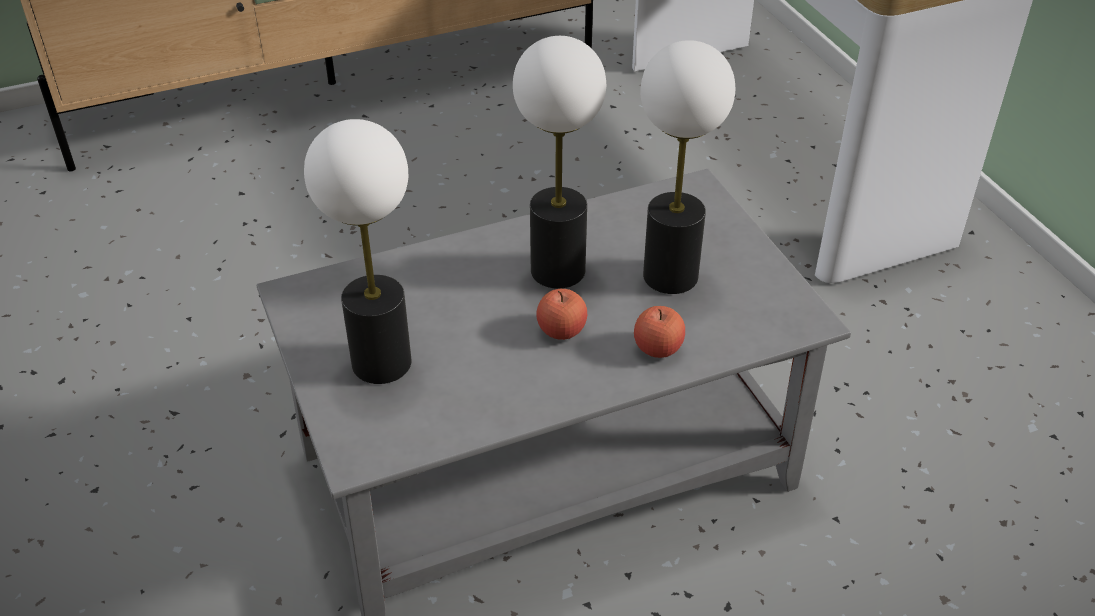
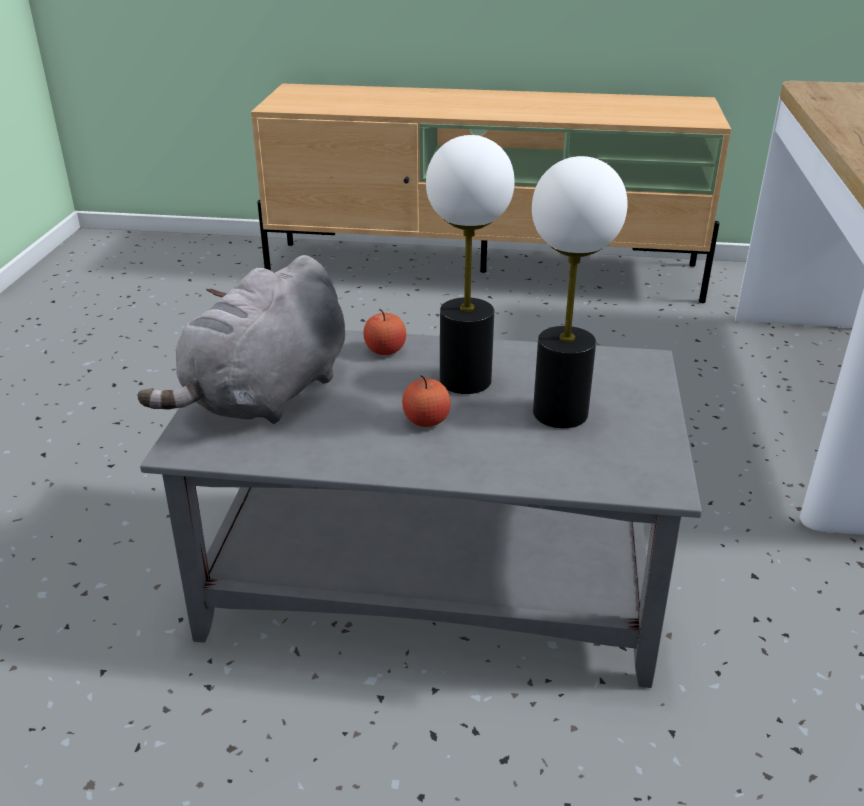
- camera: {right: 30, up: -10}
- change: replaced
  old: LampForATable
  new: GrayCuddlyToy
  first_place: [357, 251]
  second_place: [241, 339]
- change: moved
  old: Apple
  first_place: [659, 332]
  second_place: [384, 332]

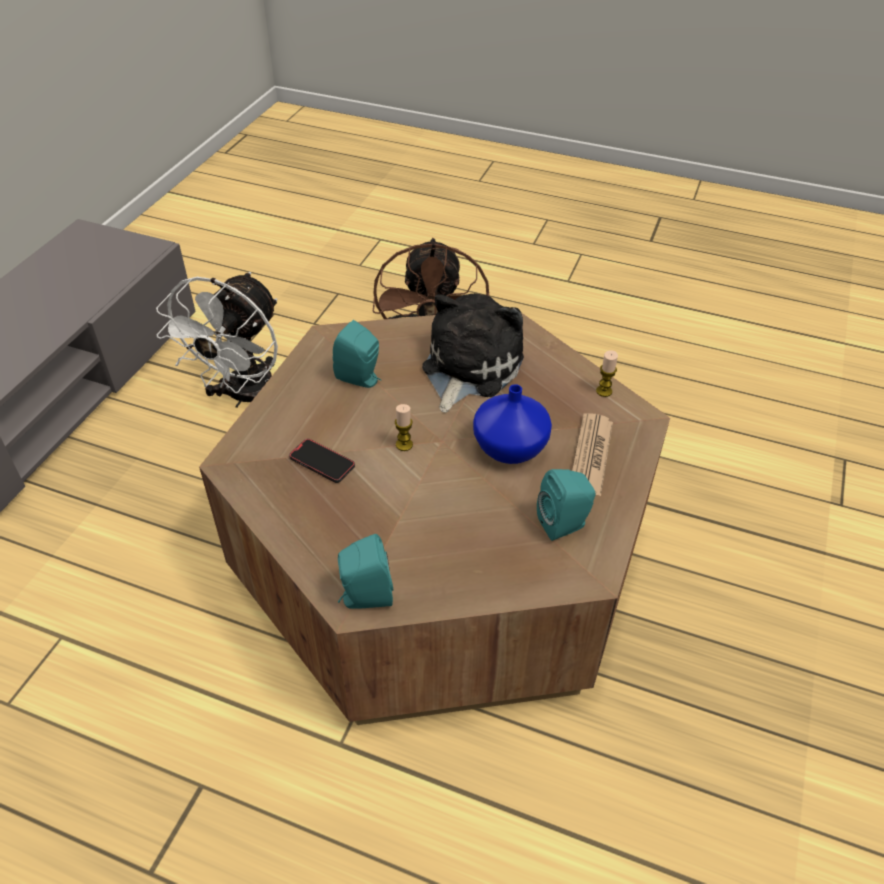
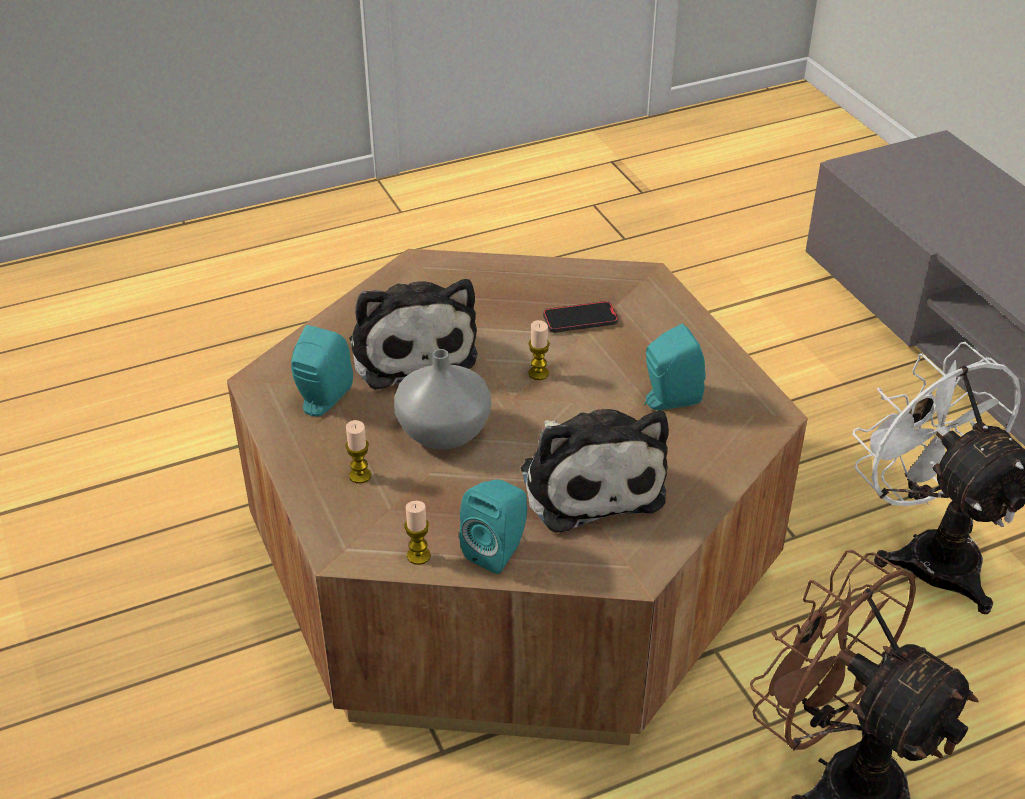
- camera: {right: 135, up: -5}
- change: replaced
  old: DailyPaper
  new: Candle
  first_place: [592, 454]
  second_place: [358, 452]
- change: added
  new: CuddlyToy
  second_place: [413, 334]
- change: recoloured
  old: BlueFlowerVase
  new: GrayFlowerVase
  first_place: [512, 424]
  second_place: [442, 399]
- change: moved
  old: TurquoiseColouredAudioSpeaker
  first_place: [366, 571]
  second_place: [493, 526]

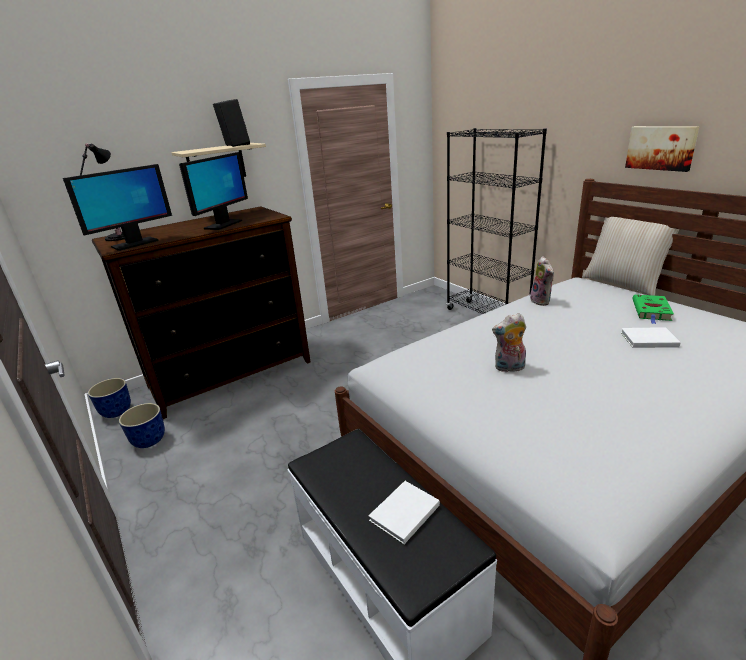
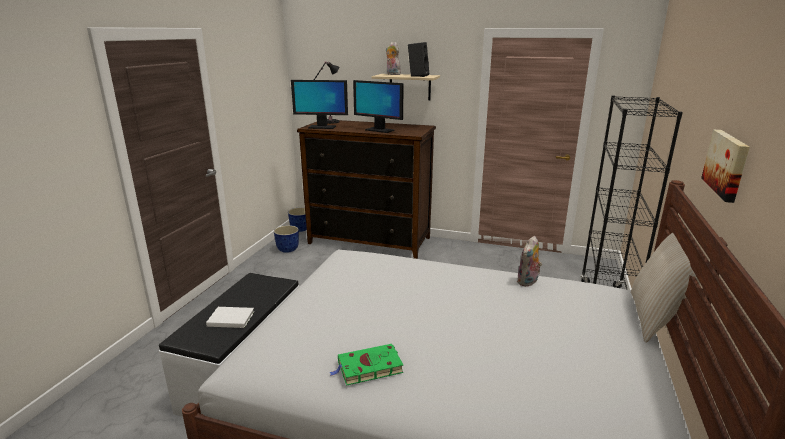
- camera: {right: 50, up: -5}
- change: moved
  old: GreenColouredVolume
  first_place: [653, 309]
  second_place: [366, 365]
- change: turned
  old: ComputerDisplay
  first_place: [213, 191]
  second_place: [378, 106]
  degrees: 45
- change: moved
  old: CuddlyToy
  first_place: [509, 343]
  second_place: [393, 58]
- change: removed
  old: WhiteVolume
  first_place: [651, 337]

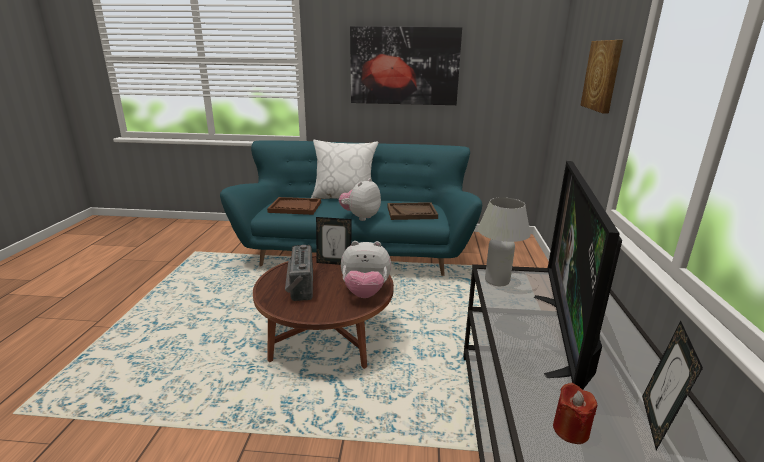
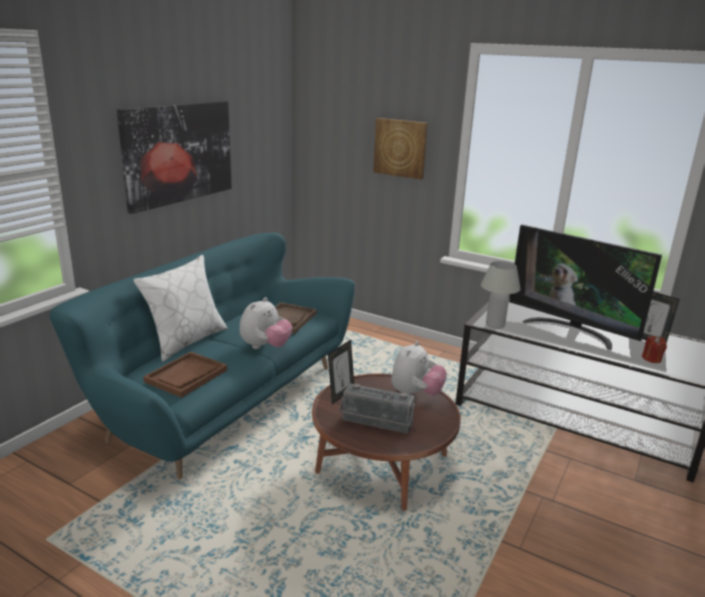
- camera: {right: -65, up: 0}
- change: turned
  old: CuddlyToy
  first_place: [360, 199]
  second_place: [266, 323]
  degrees: -120

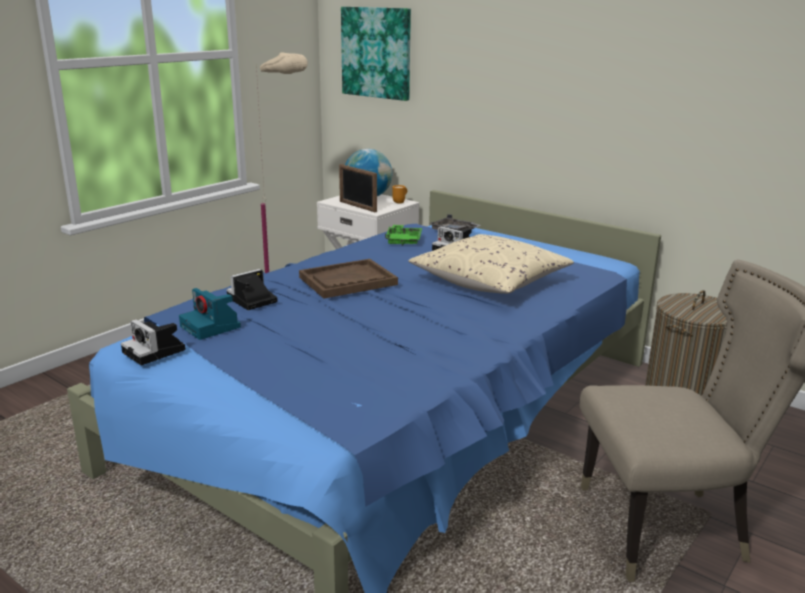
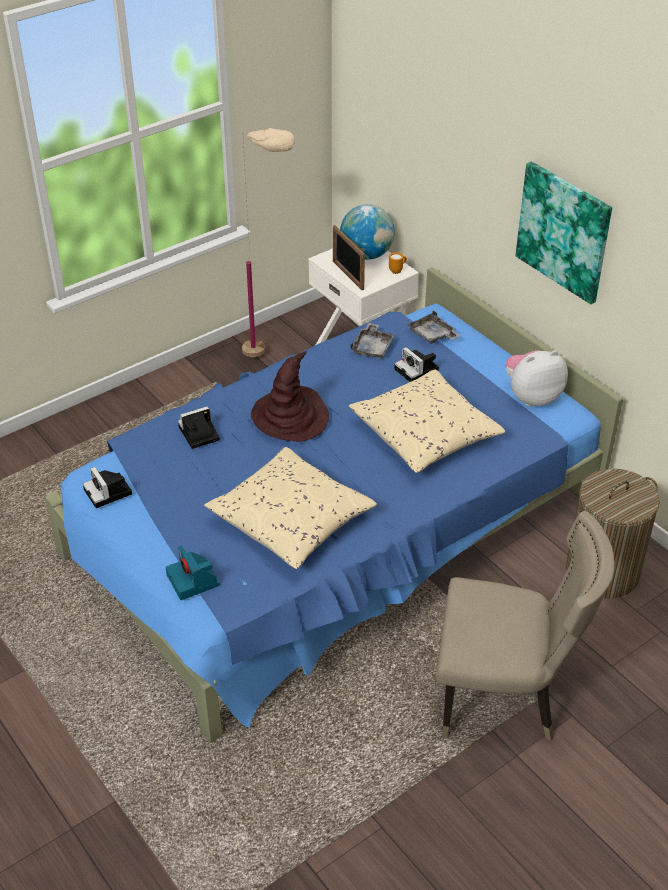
- camera: {right: 15, up: 20}
- change: moved
  old: StillCamera
  first_place: [210, 314]
  second_place: [193, 573]
- change: added
  new: BeigeColouredThrowPillow
  second_place: [290, 508]
- change: replaced
  old: BrownishCarryingTray
  new: BrownishClothingHat
  first_place: [348, 279]
  second_place: [290, 396]
- change: recoloured
  old: GreenColouredCarryingTray
  new: GrayCarryingTray
  first_place: [403, 235]
  second_place: [372, 340]
- change: added
  new: CuddlyToy
  second_place: [537, 378]
- change: moved
  old: WallArt
  first_place: [376, 54]
  second_place: [564, 232]

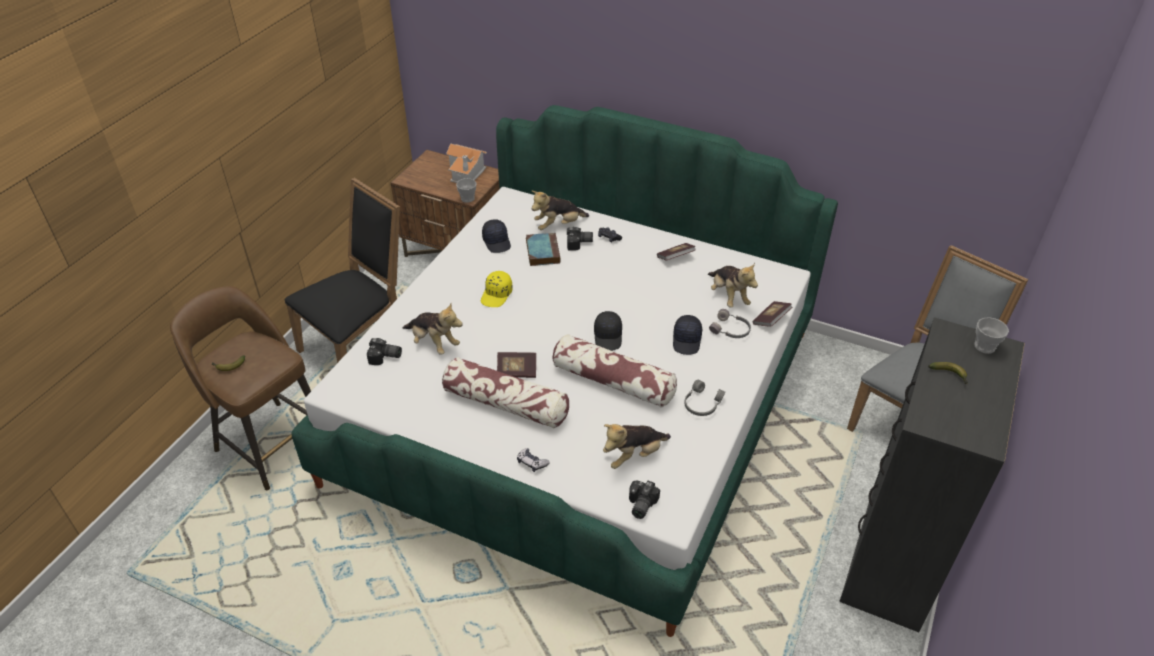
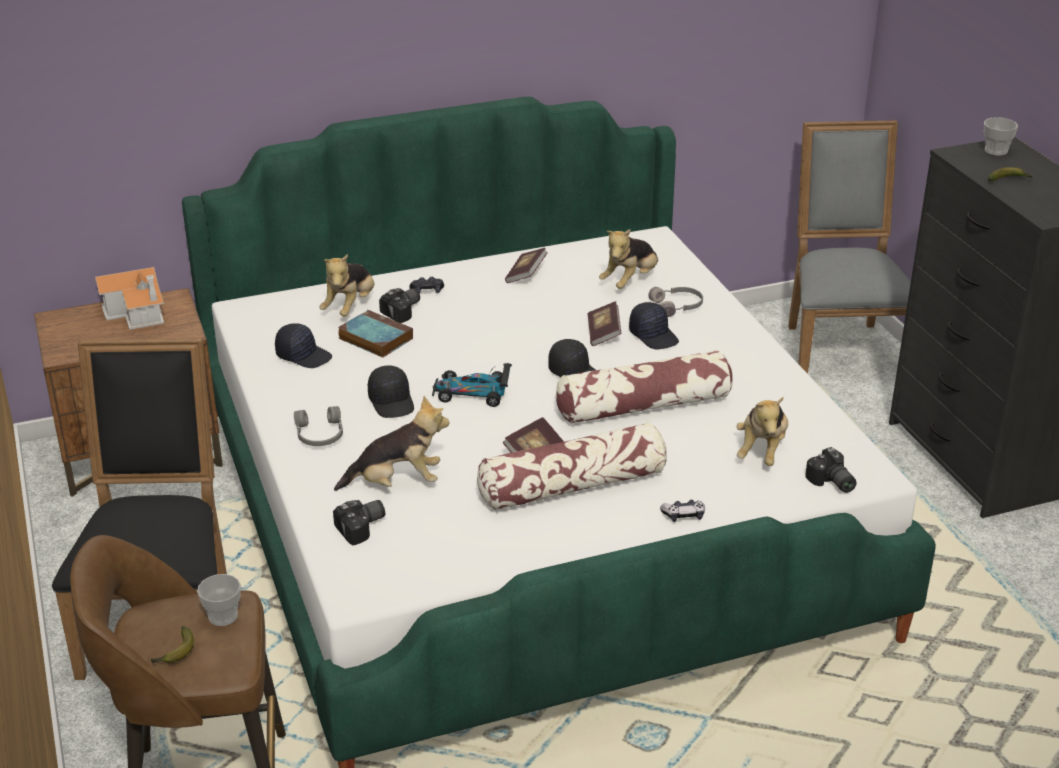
- camera: {right: -45, up: -10}
- change: moved
  old: SmallCup
  first_place: [466, 190]
  second_place: [219, 600]
- change: moved
  old: GrayHeadset
  first_place: [704, 398]
  second_place: [318, 426]
- change: recoloured
  old: YellowishPeakedCap
  new: BlackPeakedCap
  first_place: [497, 289]
  second_place: [391, 391]
- change: added
  new: ToyCar
  second_place: [472, 385]
- change: moved
  old: Volume
  first_place: [772, 314]
  second_place: [604, 323]
- change: turned
  old: CuddlyToy
  first_place: [733, 285]
  second_place: [628, 259]
  degrees: 105

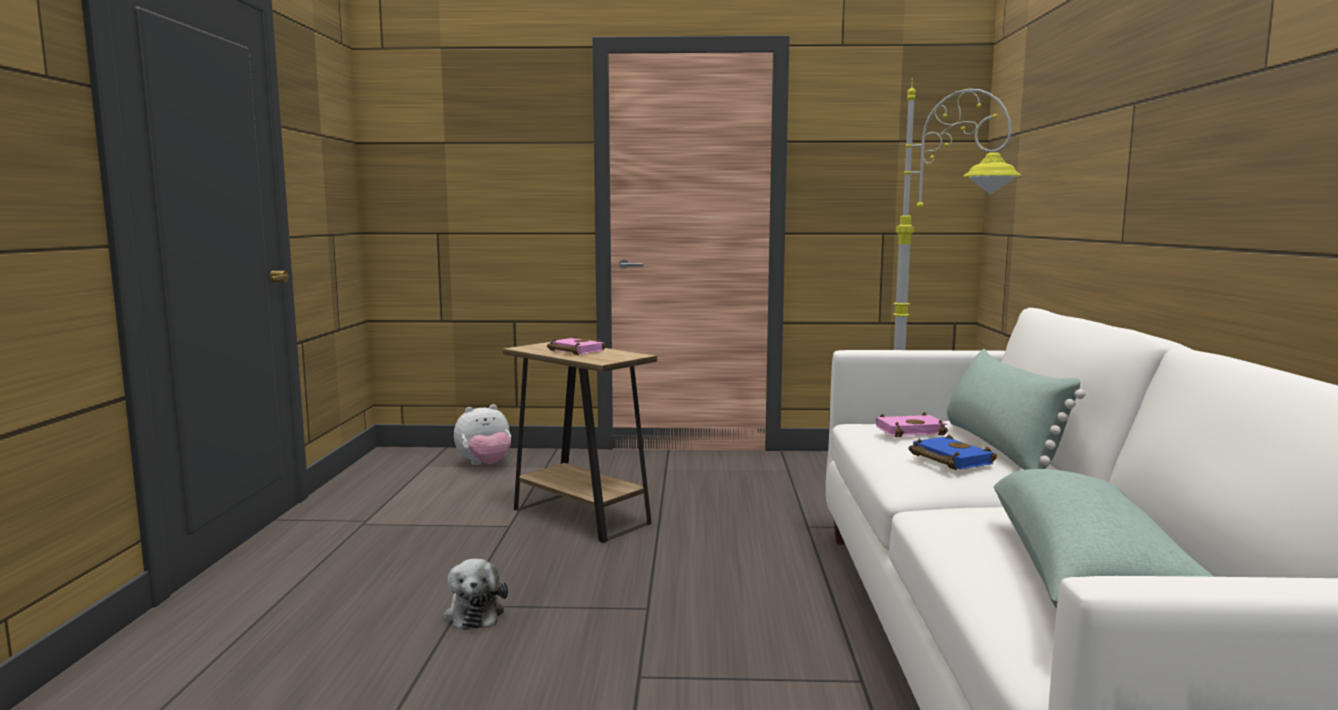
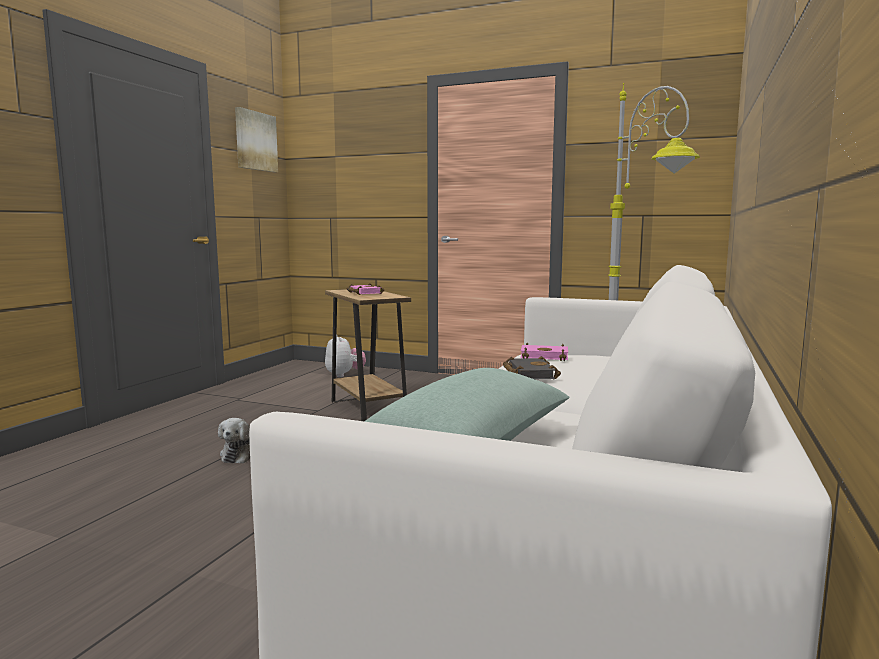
- camera: {right: 20, up: 0}
- change: added
  new: WallArt
  second_place: [256, 139]
- change: turned
  old: CuddlyToy
  first_place: [482, 434]
  second_place: [345, 356]
  degrees: -105
- change: recoloured
  old: BlueVolume
  new: BlackVolume
  first_place: [952, 452]
  second_place: [532, 368]
- change: removed
  old: GreenColouredThrowPillow
  first_place: [1016, 409]

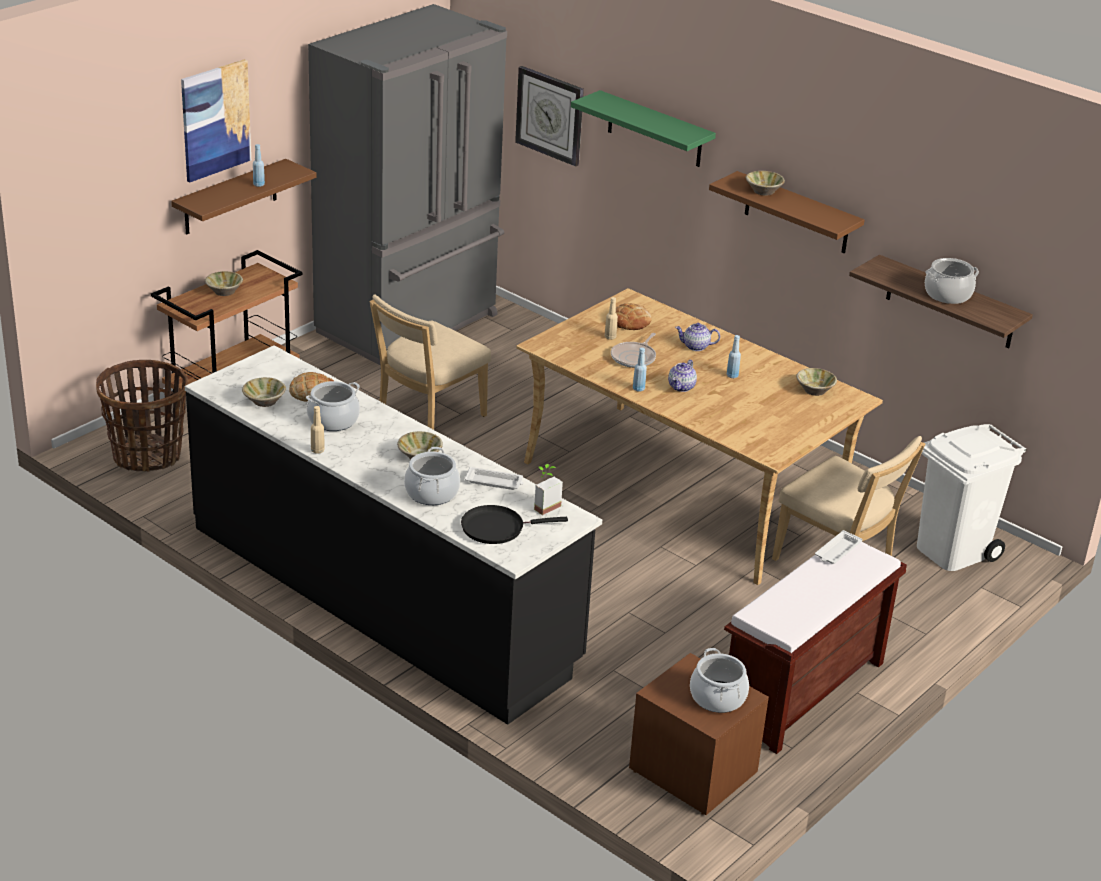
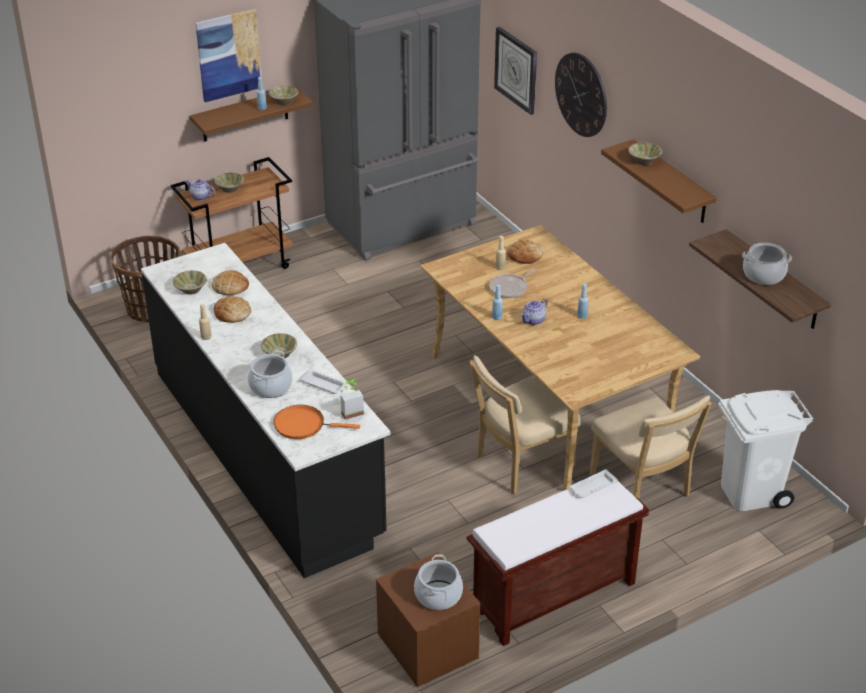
- camera: {right: 20, up: 5}
- change: moved
  old: TeaPot
  first_place: [697, 337]
  second_place: [200, 190]
- change: replaced
  old: CookingPot
  new: Bread
  first_place: [333, 406]
  second_place: [232, 309]
- change: moved
  old: BeigeColouredBowl
  first_place: [816, 382]
  second_place: [284, 95]
- change: recoloured
  old: BlackFryingPan
  new: OrangeColouredFryingPan
  first_place: [514, 524]
  second_place: [317, 422]
- change: moved
  old: BeigeColouredUprightChair
  first_place: [430, 362]
  second_place: [525, 424]
- change: replaced
  old: GreenColouredWallShelf
  new: ClockOnTheWall
  first_place: [643, 128]
  second_place: [581, 95]

